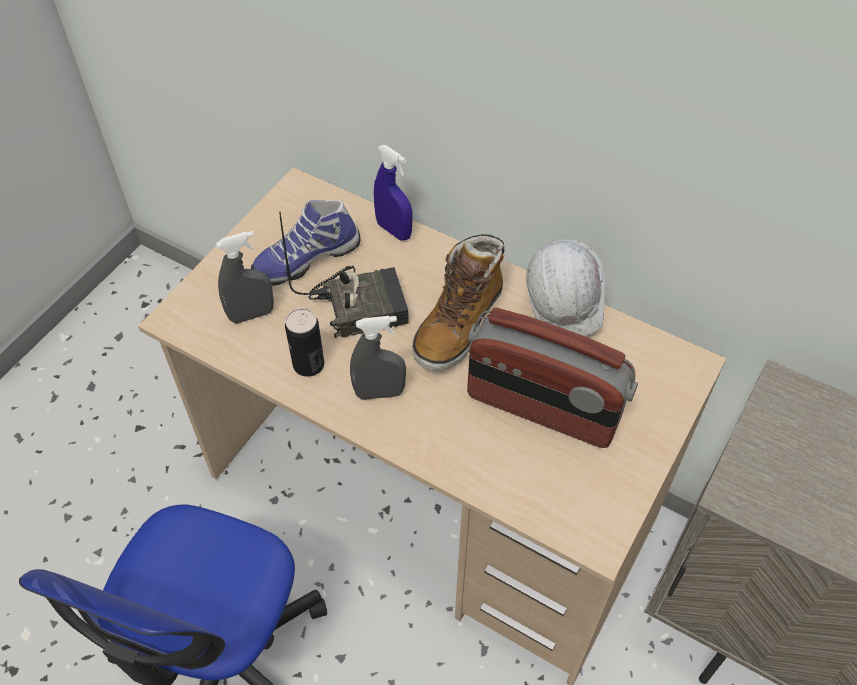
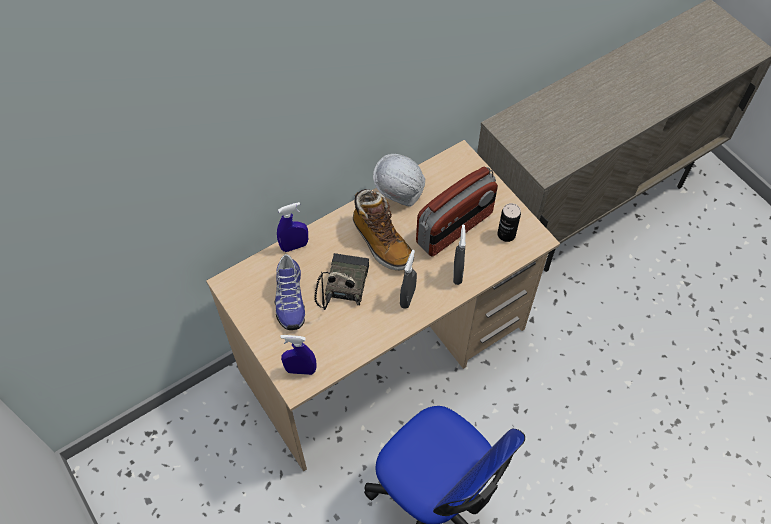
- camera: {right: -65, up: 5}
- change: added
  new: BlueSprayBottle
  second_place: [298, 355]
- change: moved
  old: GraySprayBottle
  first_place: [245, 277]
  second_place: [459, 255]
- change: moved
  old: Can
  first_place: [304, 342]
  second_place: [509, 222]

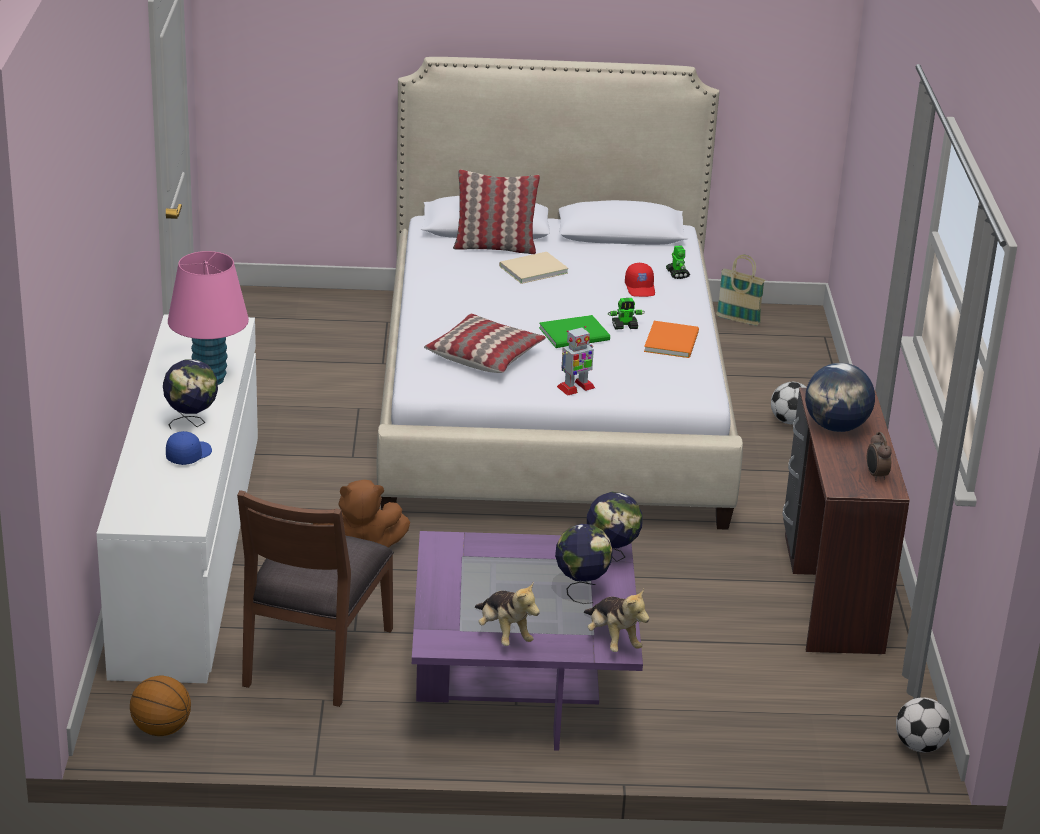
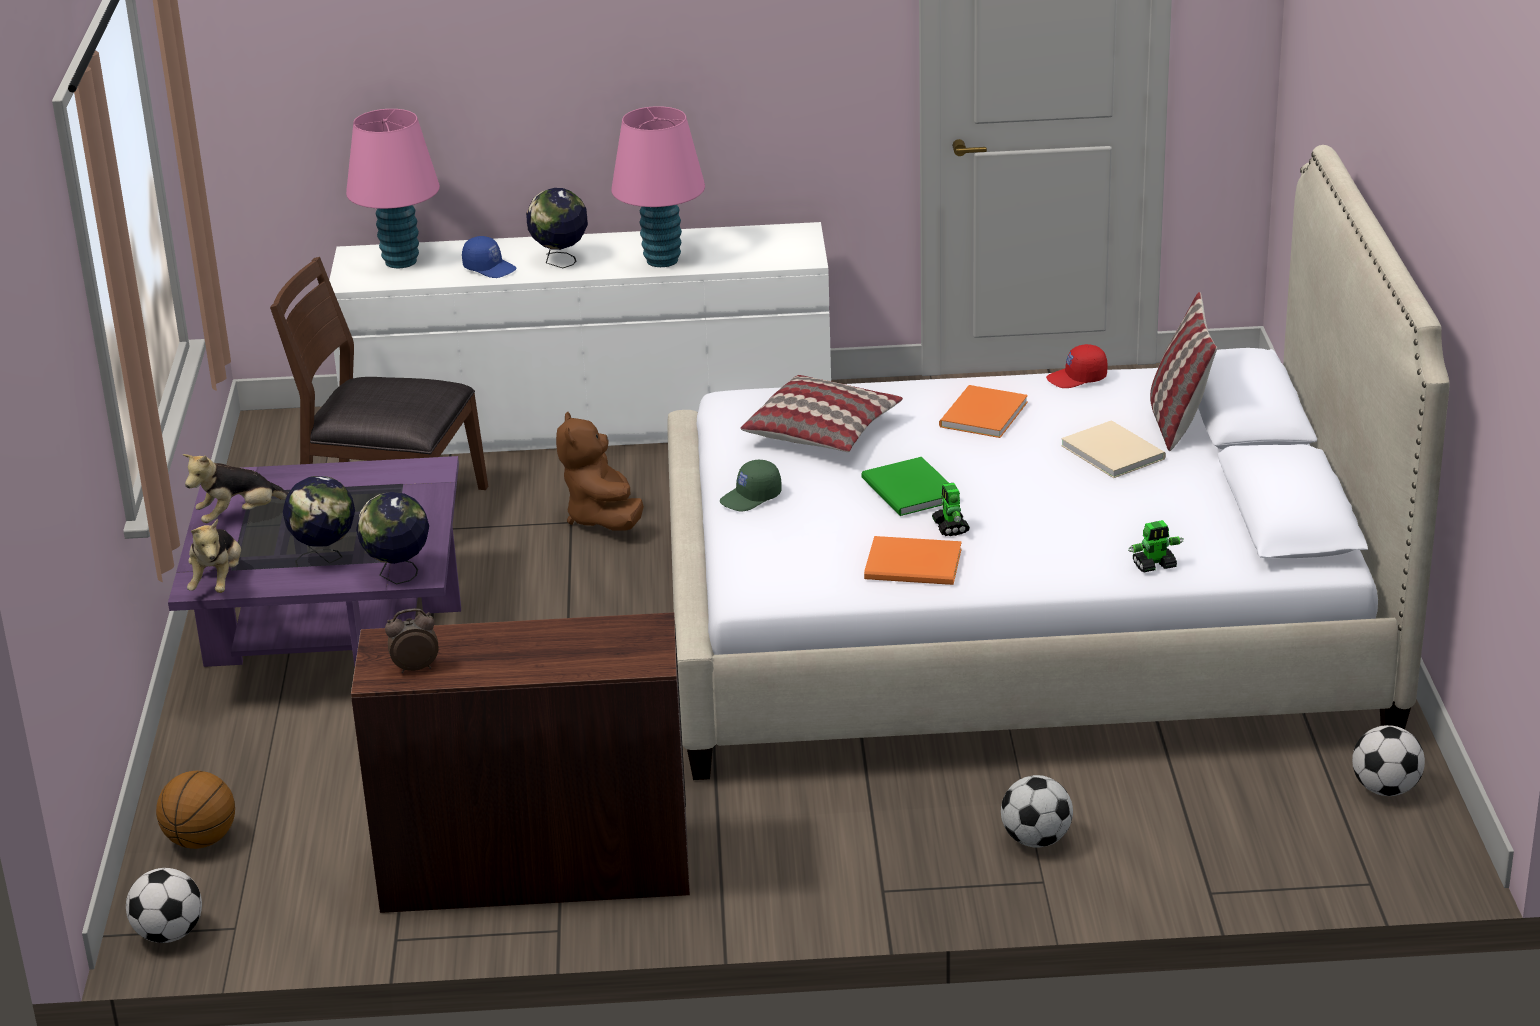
- camera: {right: 90, up: 0}
- change: moved
  old: BallForBasketball
  first_place: [160, 706]
  second_place: [195, 810]
- change: turned
  old: CuddlyToy
  first_place: [616, 620]
  second_place: [214, 556]
  degrees: -60
- change: added
  new: PinkLampForATable
  second_place: [393, 188]
- change: replaced
  old: ToyRobot
  new: GreenColouredPeakedCap
  first_place: [576, 361]
  second_place: [751, 486]
- change: added
  new: OrangeColouredVolume
  second_place: [983, 411]
- change: moved
  old: RedColouredPeakedCap
  first_place: [640, 280]
  second_place: [1077, 366]
- change: replaced
  old: Basket
  new: Football
  first_place: [741, 290]
  second_place: [1388, 760]
- change: removed
  old: Globe
  first_place: [840, 397]

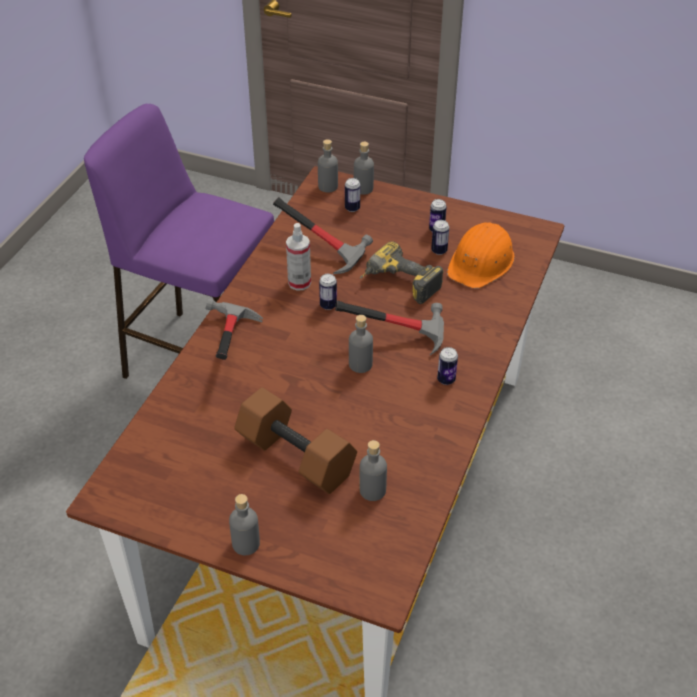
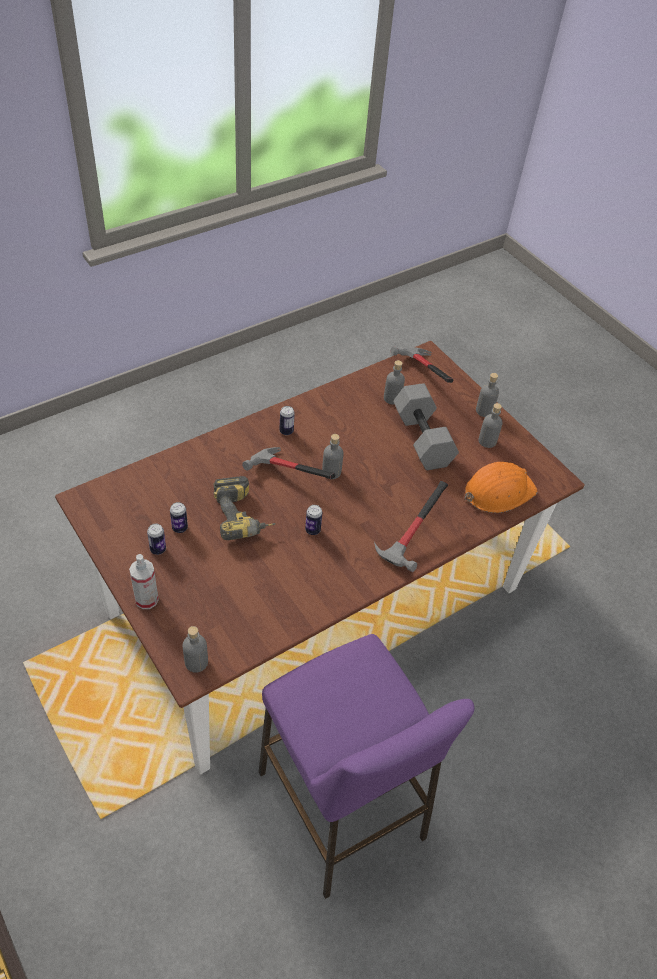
- camera: {right: -150, up: 5}
- change: moved
  old: SprayBottle
  first_place: [298, 256]
  second_place: [144, 581]
- change: moved
  old: ToolHammer
  first_place: [323, 235]
  second_place: [421, 365]
- change: recoloured
  old: BrownishFreeWeight
  new: GrayFreeWeight
  first_place: [295, 440]
  second_place: [426, 426]
- change: moved
  old: OrangeColouredSafetyHelmet
  first_place: [481, 255]
  second_place: [501, 487]
- change: moved
  old: GrayDrinkBottle
  first_place: [364, 168]
  second_place: [490, 425]
- change: removed
  old: Can
  first_place: [352, 195]

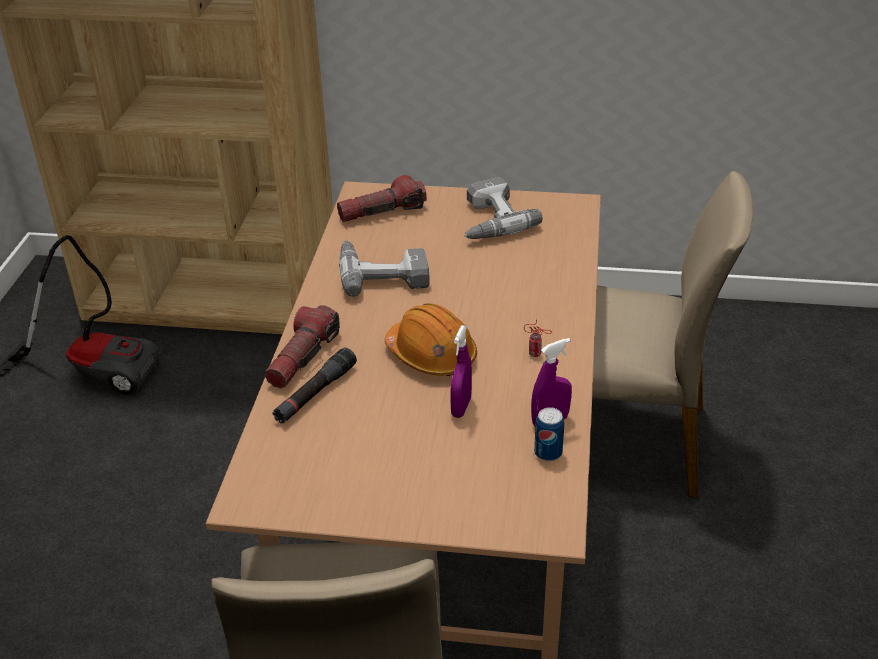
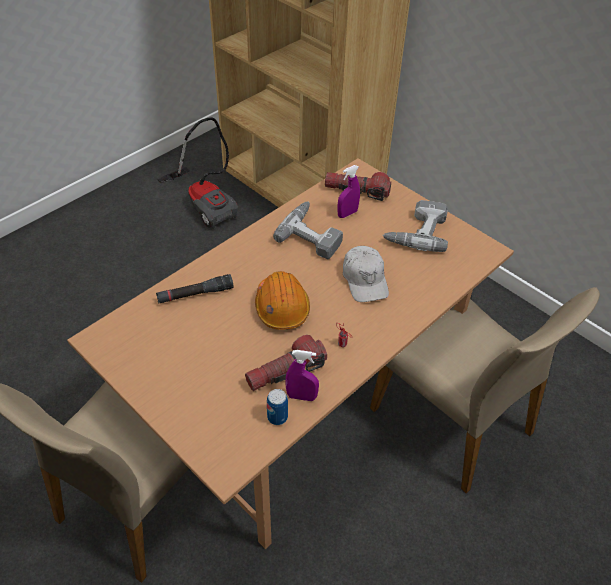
- camera: {right: 35, up: 10}
- change: moved
  old: Torch
  first_place: [302, 346]
  second_place: [286, 363]
- change: moved
  old: PurpleSprayBottle
  first_place: [461, 371]
  second_place: [348, 191]
- change: added
  new: WhitePeakedCap
  second_place: [366, 274]

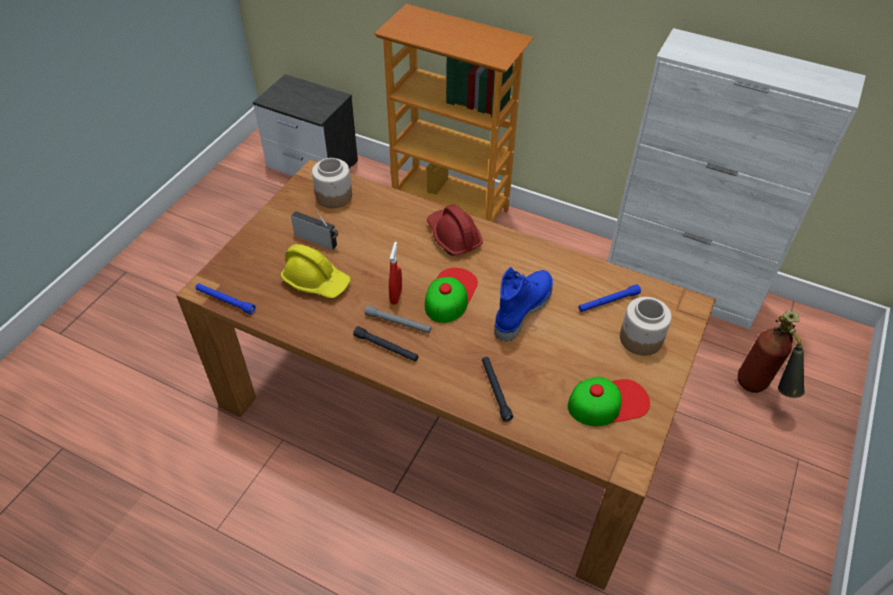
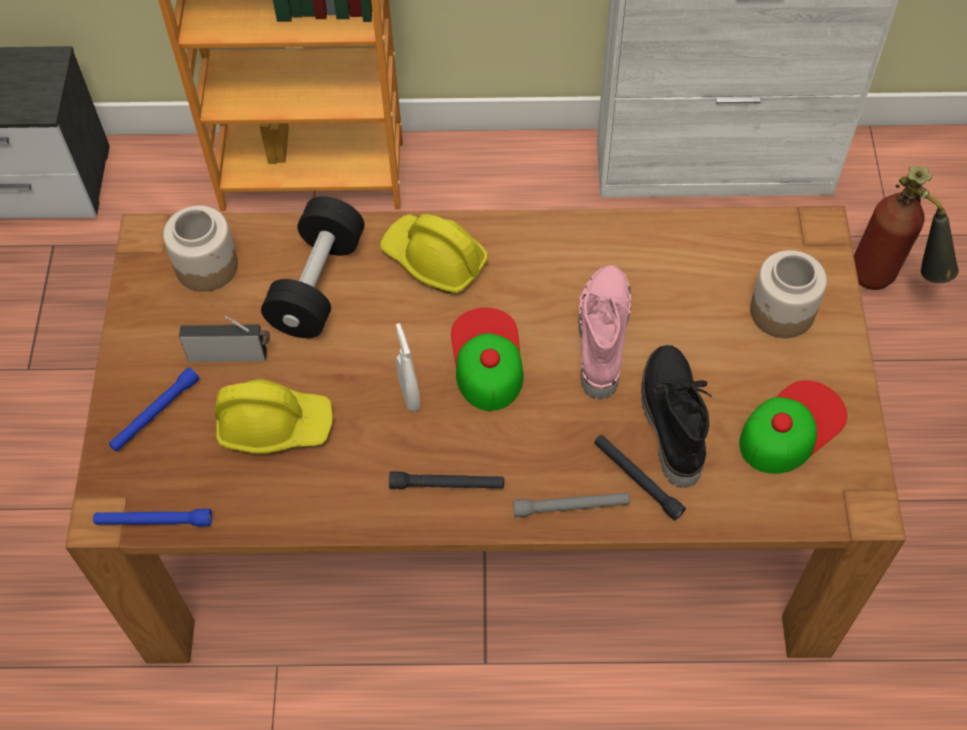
- camera: {right: -25, up: 10}
- change: moved
  old: BlueTorch
  first_place: [610, 298]
  second_place: [154, 409]
- change: added
  new: BlackFreeWeight
  second_place: [313, 267]
- change: recoloured
  old: RedColouredSafetyHelmet
  new: YellowishSafetyHelmet
  first_place: [455, 230]
  second_place: [434, 253]
- change: recoloured
  old: RedColouredSprayBottle
  new: WhiteSprayBottle
  first_place: [395, 273]
  second_place: [408, 367]
- change: moved
  old: GrayTorch
  first_place: [398, 319]
  second_place: [571, 505]
- change: recoloured
  old: BlueTallBoot
  new: PinkTallBoot
  first_place: [523, 304]
  second_place: [604, 333]
- change: added
  new: BlackTallBoot
  second_place: [676, 416]

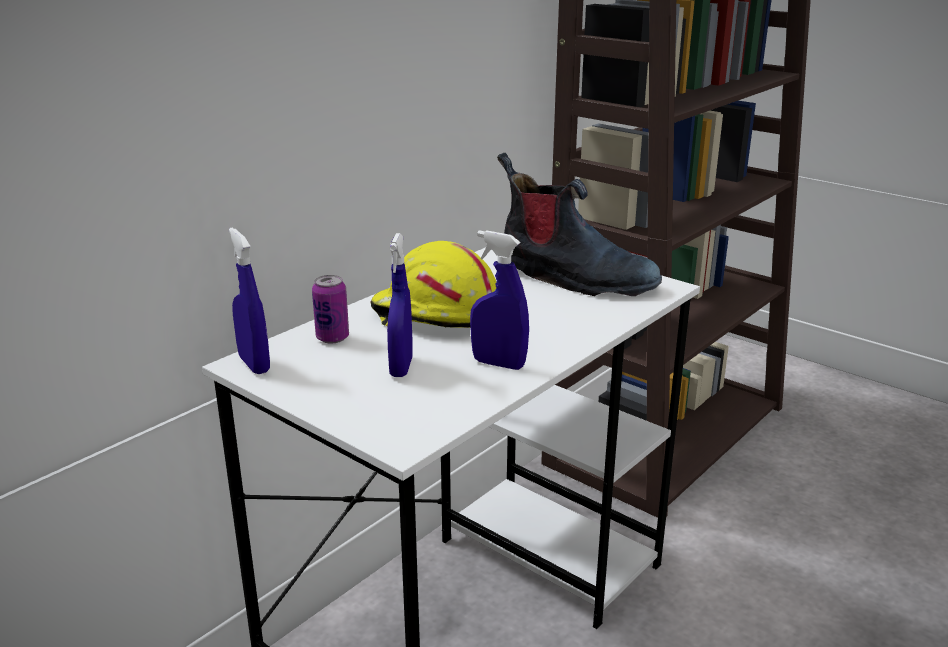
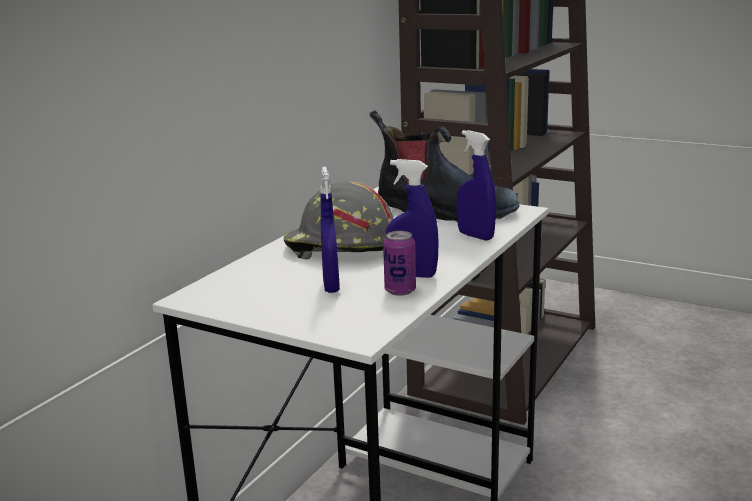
- camera: {right: -10, up: -5}
- change: recoloured
  old: YellowishSafetyHelmet
  new: GraySafetyHelmet
  first_place: [433, 284]
  second_place: [339, 221]
- change: moved
  old: Can
  first_place: [330, 309]
  second_place: [399, 263]
- change: moved
  old: BlueSprayBottle
  first_place: [249, 301]
  second_place: [476, 185]

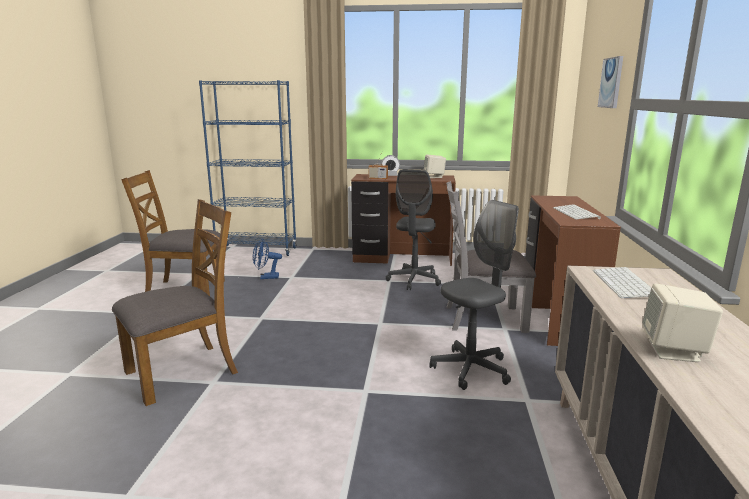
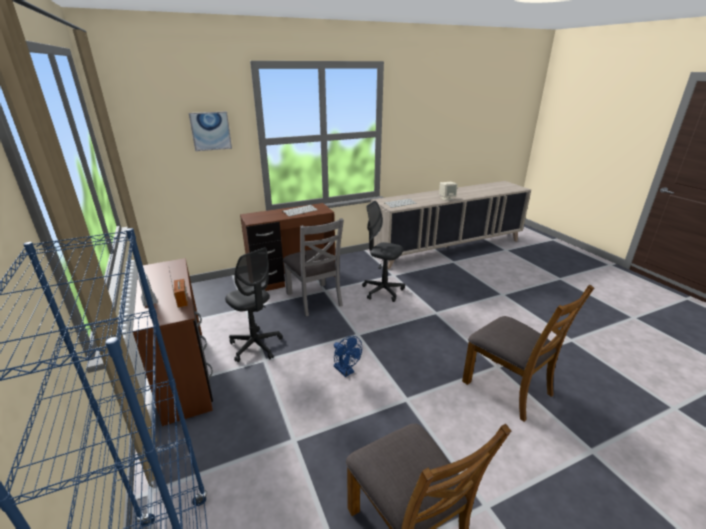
- camera: {right: -120, up: 10}
- change: turned
  old: GrayOfficeChair
  first_place: [413, 229]
  second_place: [254, 305]
  degrees: 60
- change: moved
  old: BlueFan
  first_place: [267, 259]
  second_place: [348, 356]
- change: turned
  old: BrownishUprightChair
  first_place: [175, 302]
  second_place: [528, 353]
  degrees: -150
- change: removed
  old: BeigeColouredAudioSpeaker
  first_place: [435, 166]

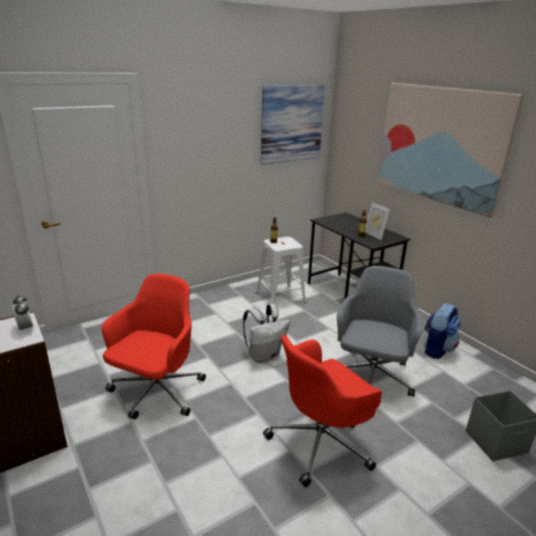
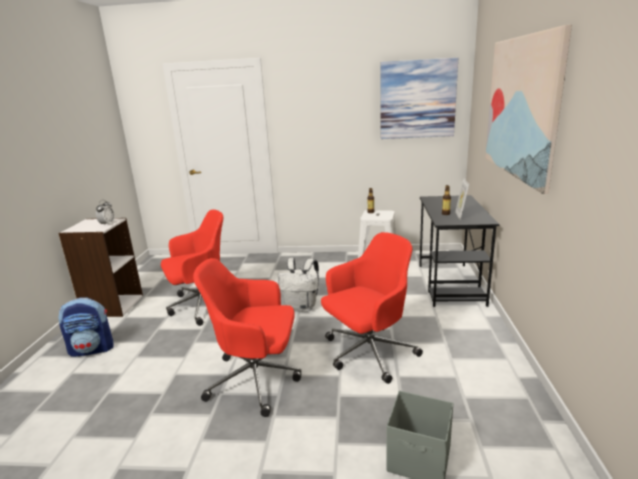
- camera: {right: 40, up: -5}
- change: moved
  old: Backpack
  first_place: [442, 331]
  second_place: [86, 327]
- change: recoloured
  old: GrayOfficeChair
  new: RedColouredOfficeChair
  first_place: [380, 331]
  second_place: [372, 308]

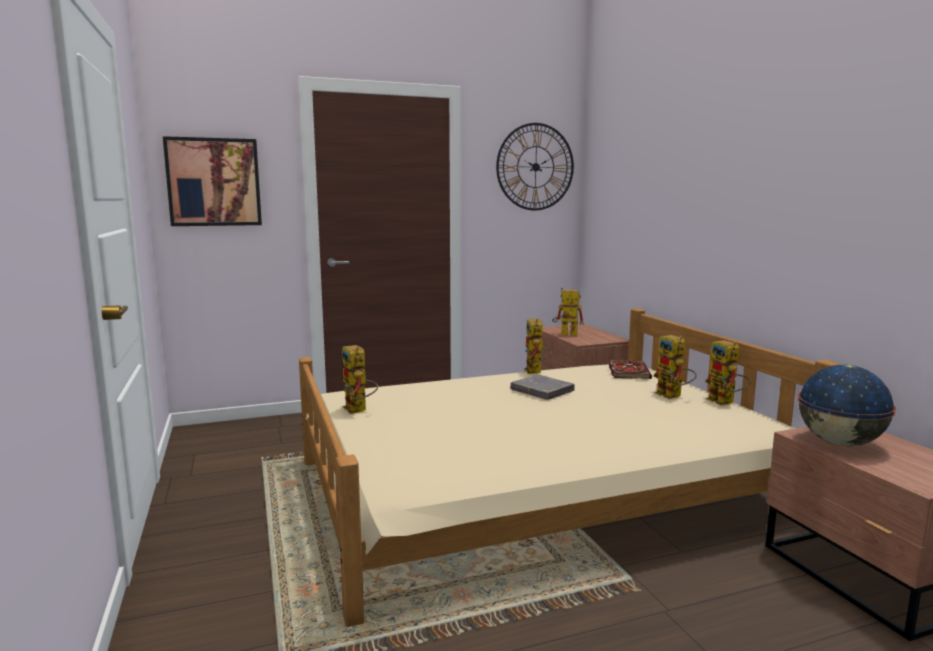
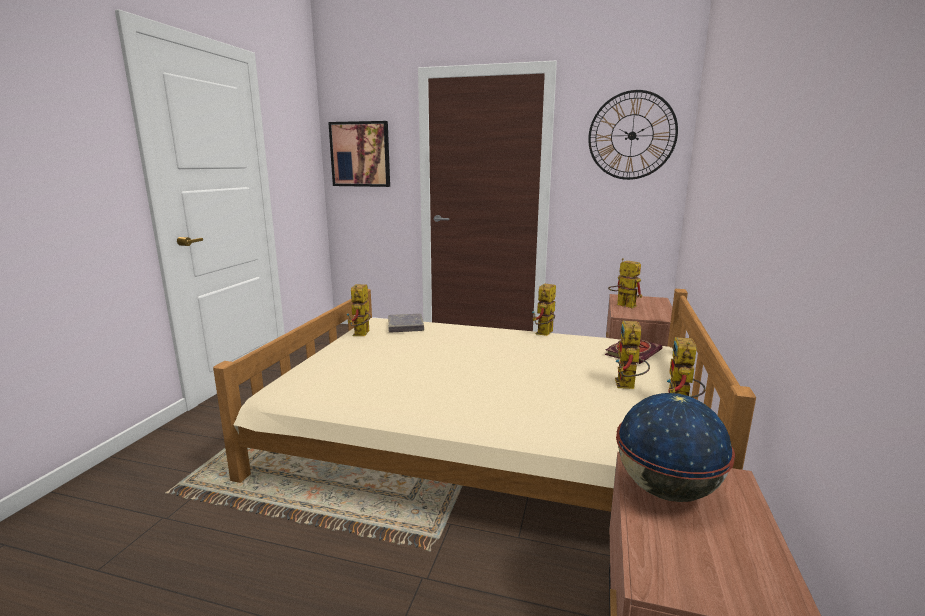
- camera: {right: 35, up: 5}
- change: moved
  old: GrayVolume
  first_place: [542, 387]
  second_place: [406, 323]

